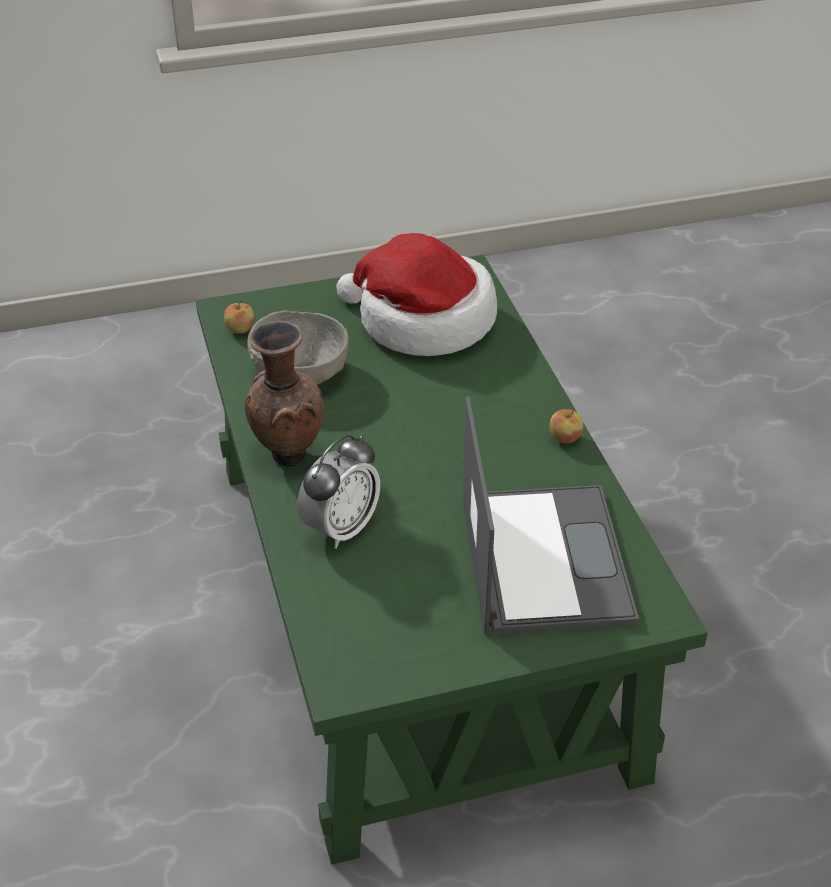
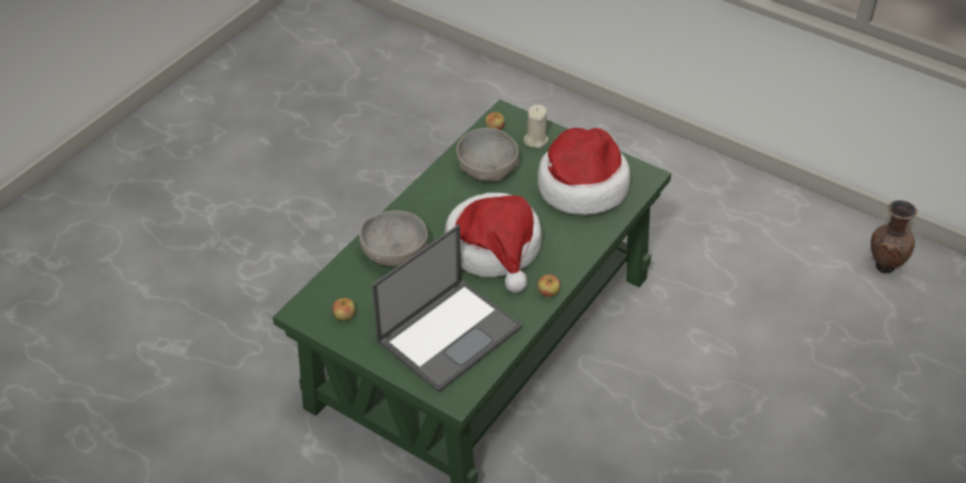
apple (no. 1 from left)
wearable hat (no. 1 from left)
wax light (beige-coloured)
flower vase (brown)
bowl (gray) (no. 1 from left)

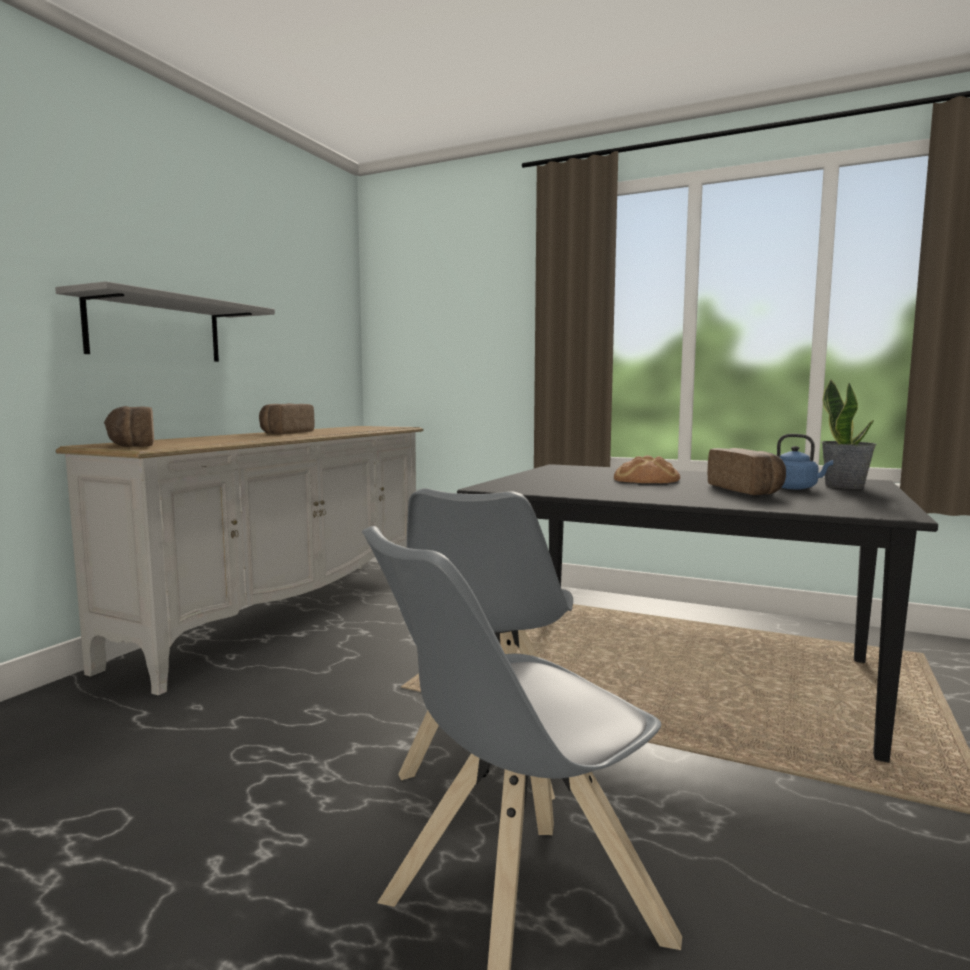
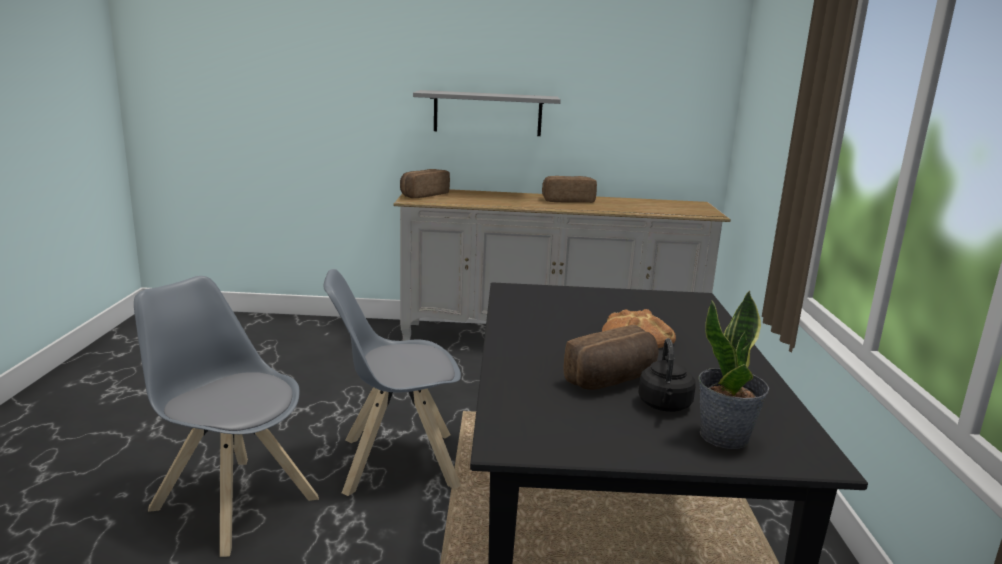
kettle (blackish)

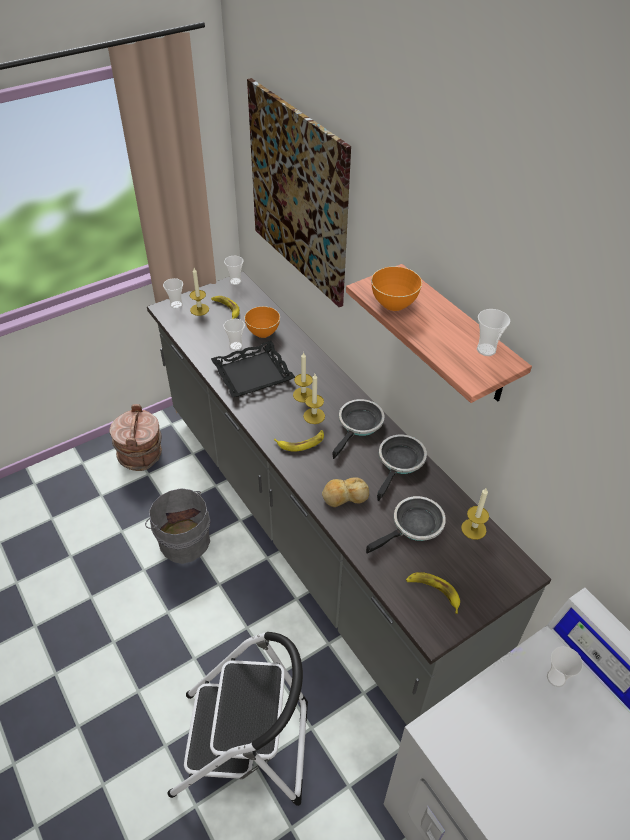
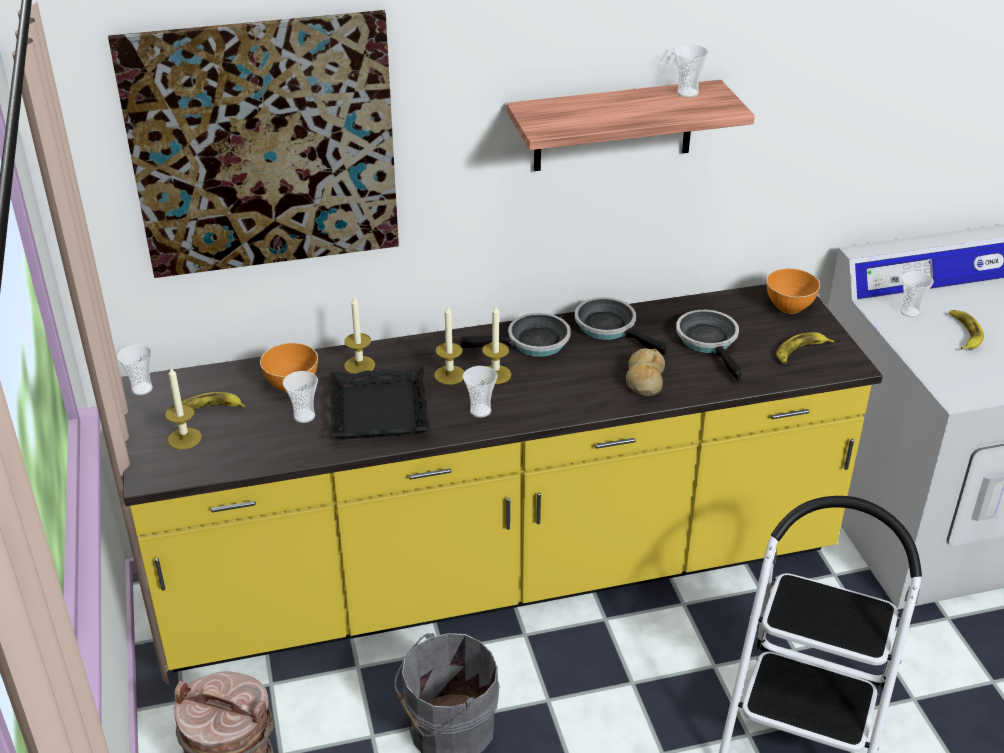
drinking cup (no. 3 from left)
banana (no. 3 from left)
bowl (orange) (no. 2 from left)
wax light (no. 2 from left)
kitchen base unit (yellowish)
skillet (no. 1 from left)

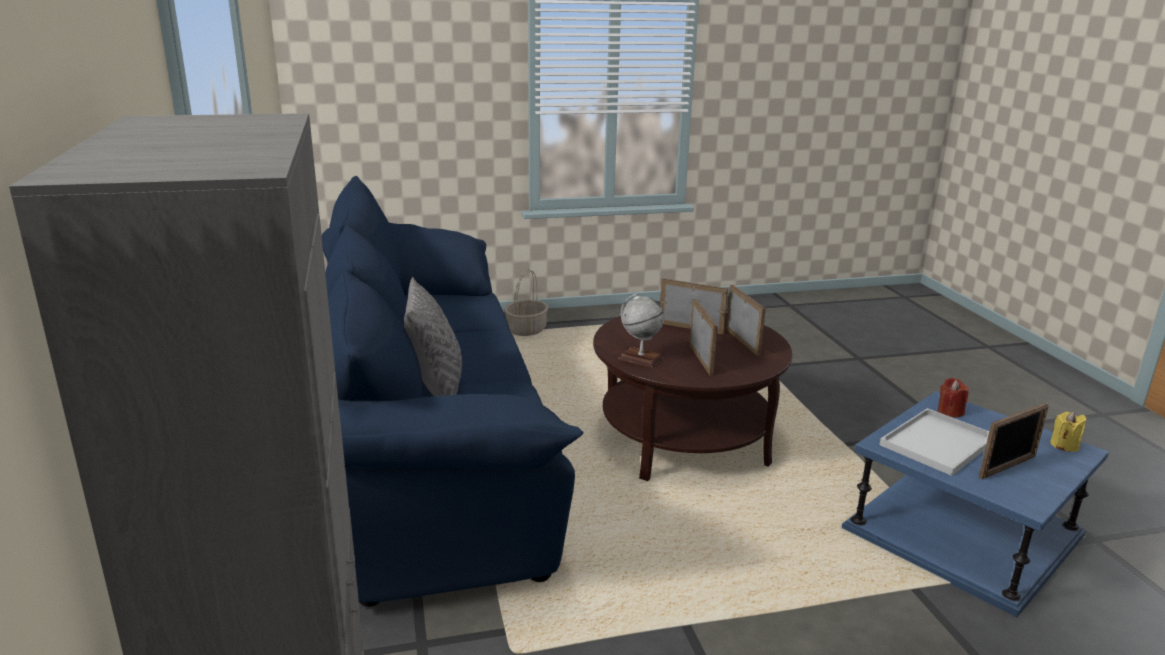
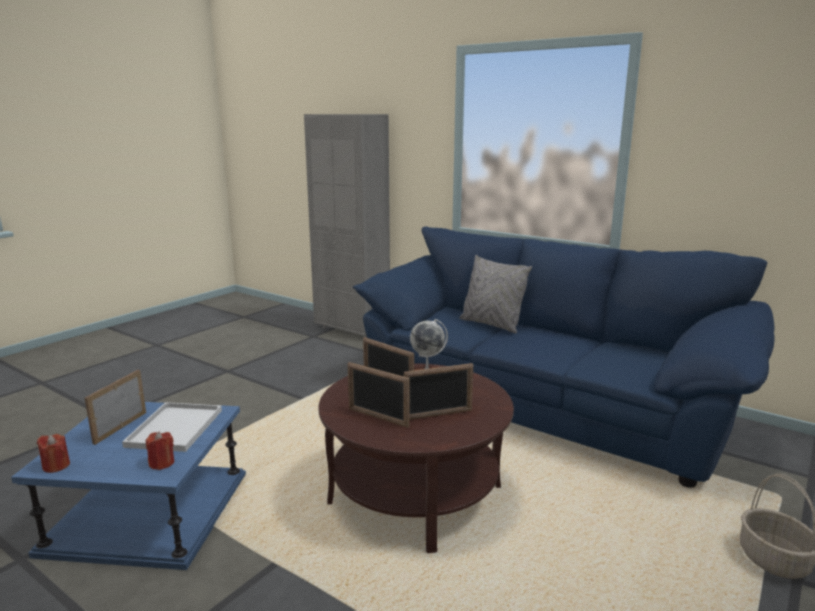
wax light (reddish) (no. 1 from left)

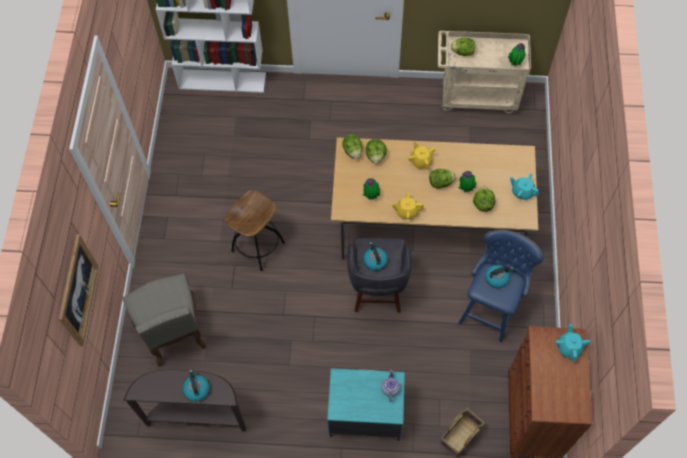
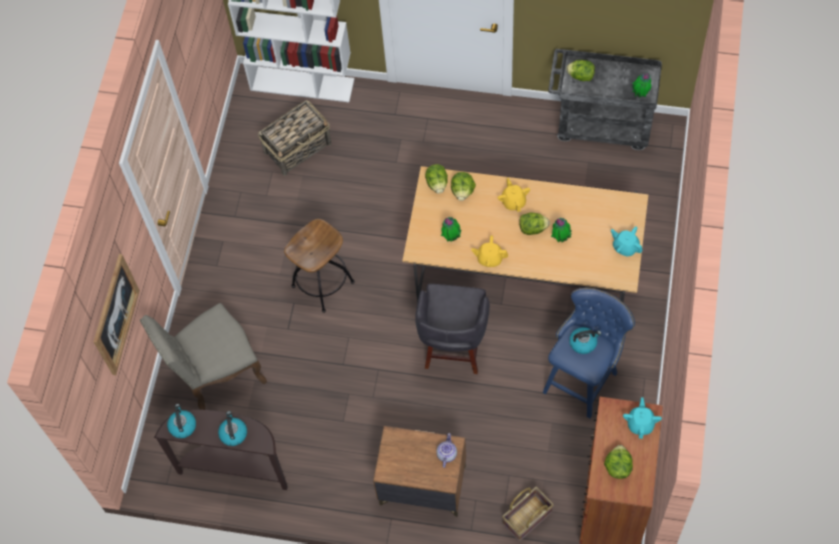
household basket (no. 1 from left)
kettle (no. 1 from left)
lettuce (no. 5 from left)
nightstand (brown)
cart (blackish)
plain chair (gray)

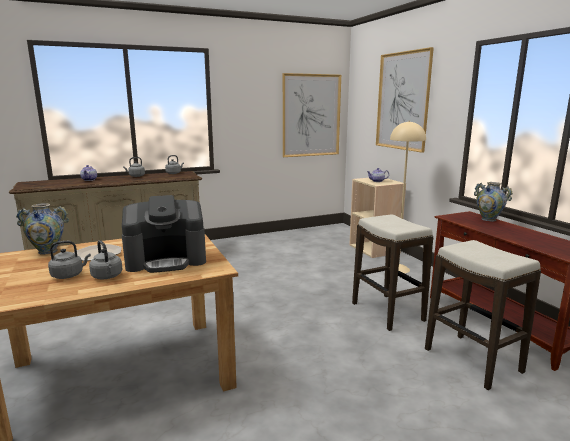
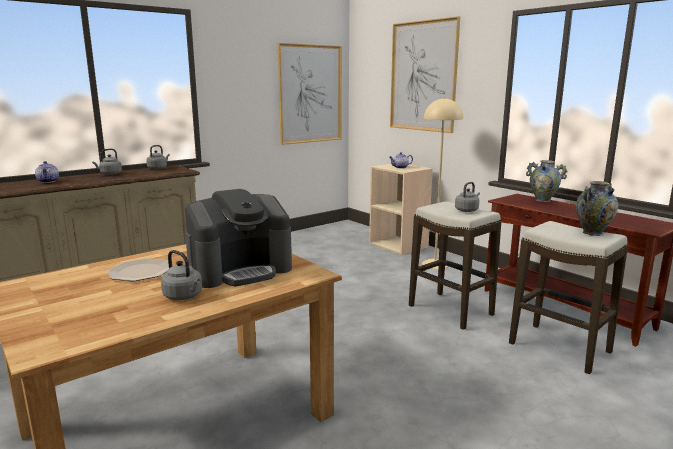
flower vase (no. 2 from left)
kettle (gray) (no. 4 from left)

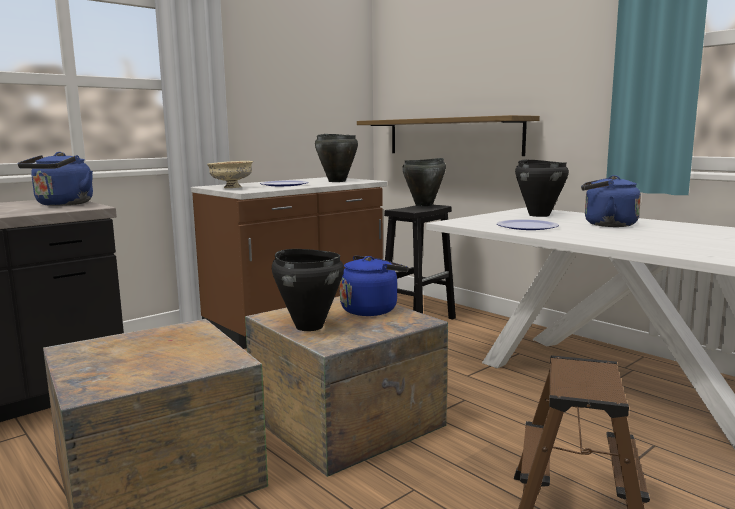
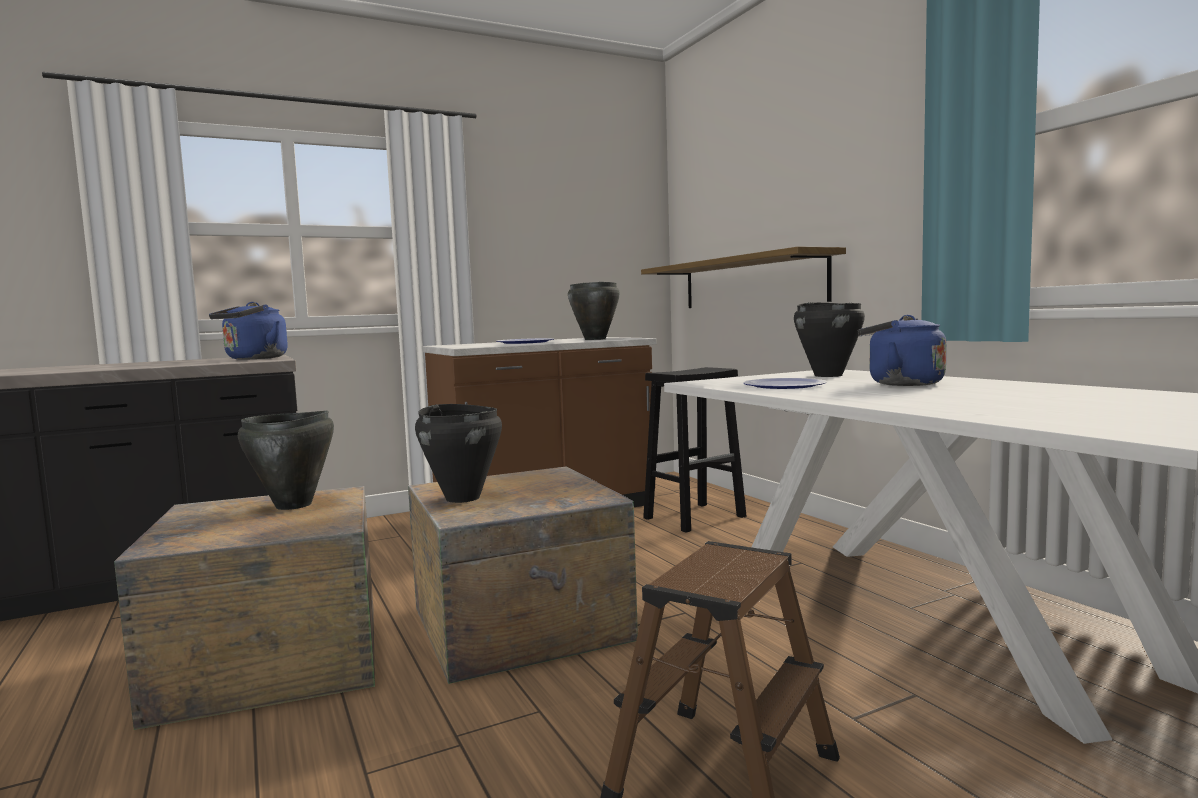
bowl (beige-coloured)
kettle (blue) (no. 2 from left in the first image)
cooking pot (blackish) (no. 1 from left)

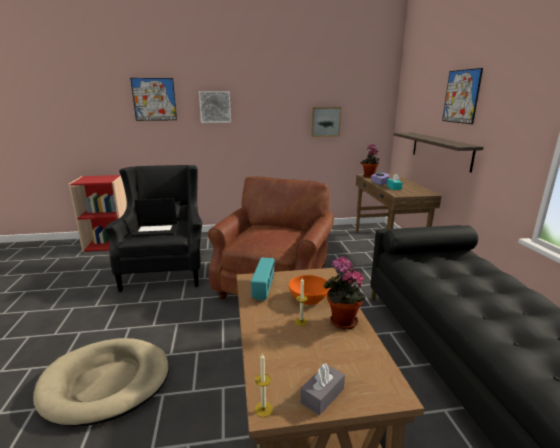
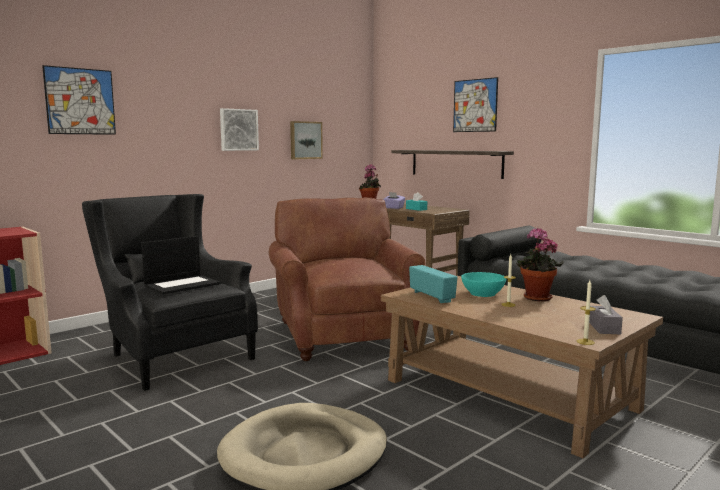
wall art (no. 2 from left)
bowl (turquoise)

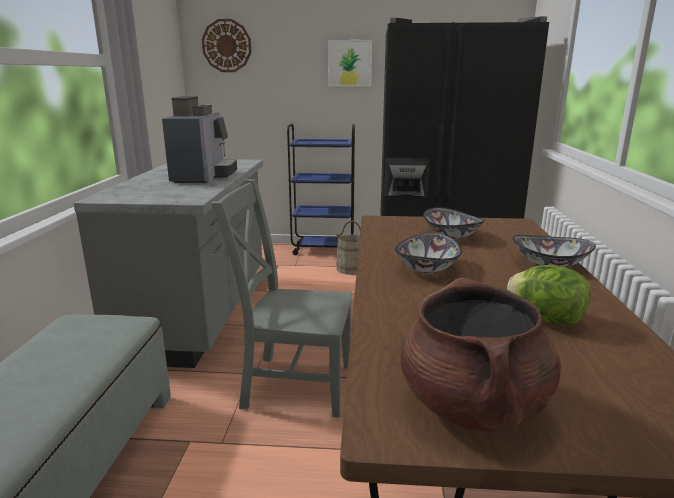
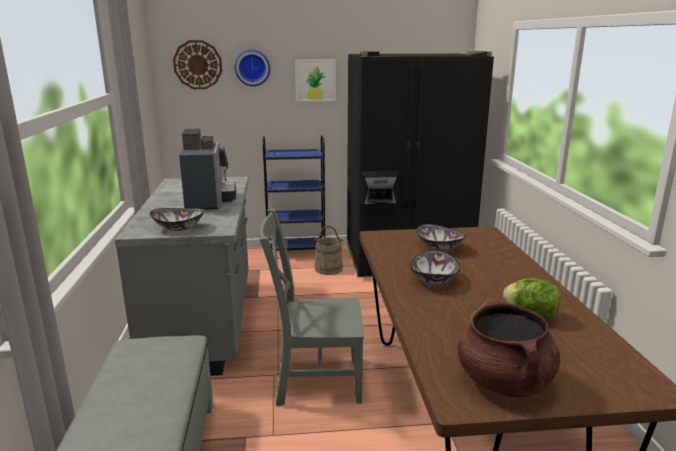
clock on the wall (no. 2 from left)
bowl (no. 1 from left)

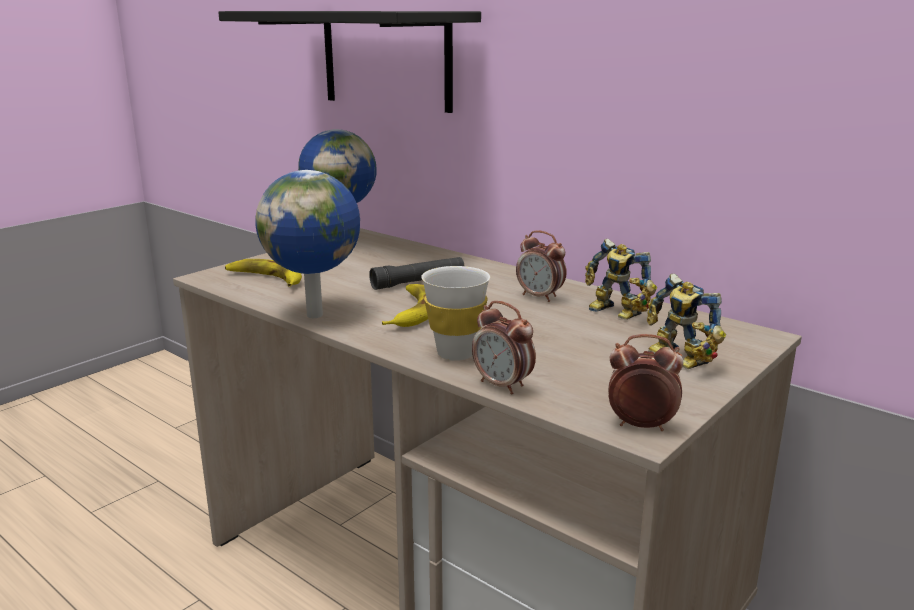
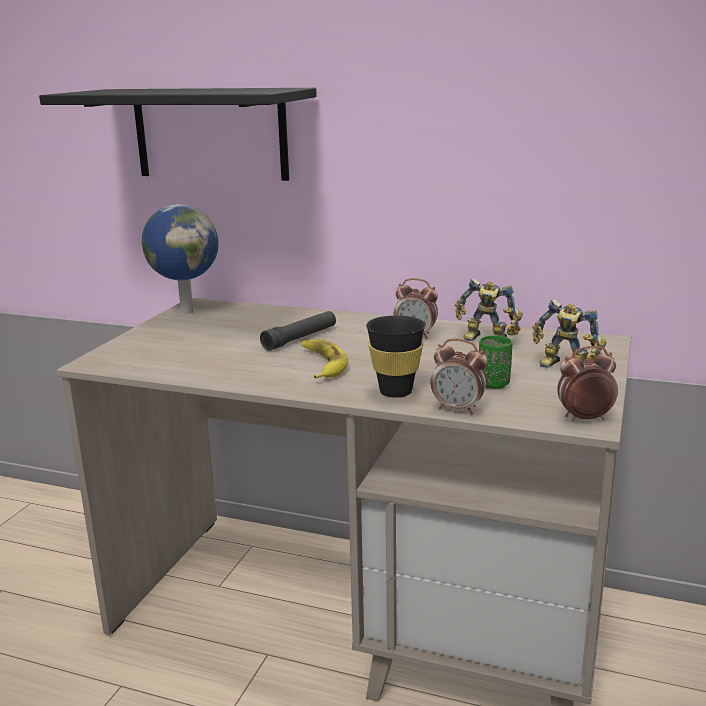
banana (no. 1 from left in the first image)
globe (no. 1 from left in the first image)
drinking cup (greenish)
drinking cup (blackish)

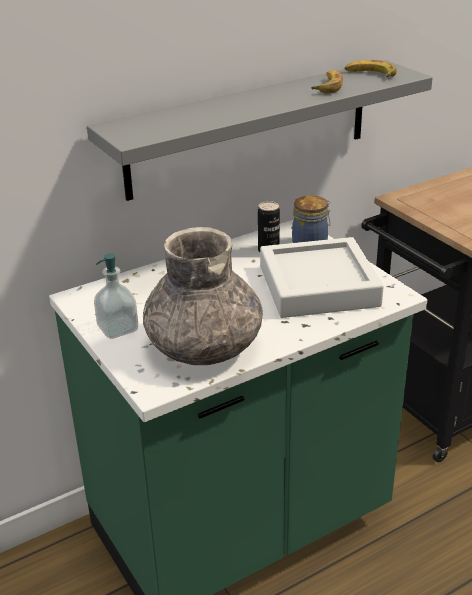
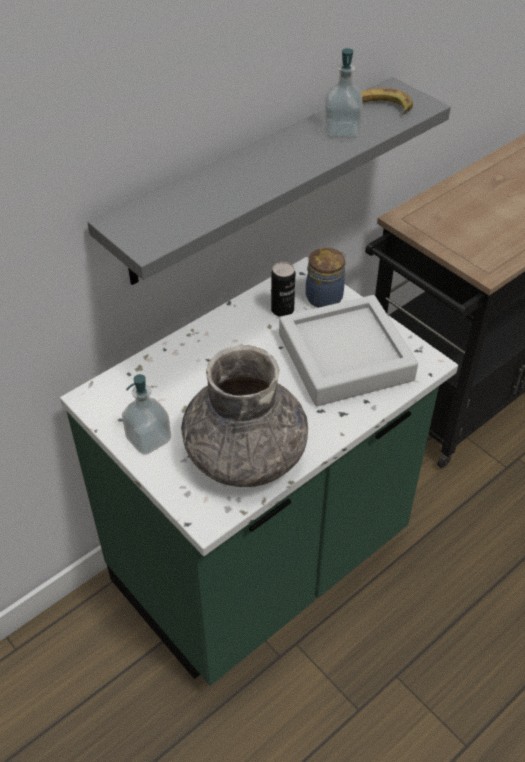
soap bottle (no. 2 from left)

